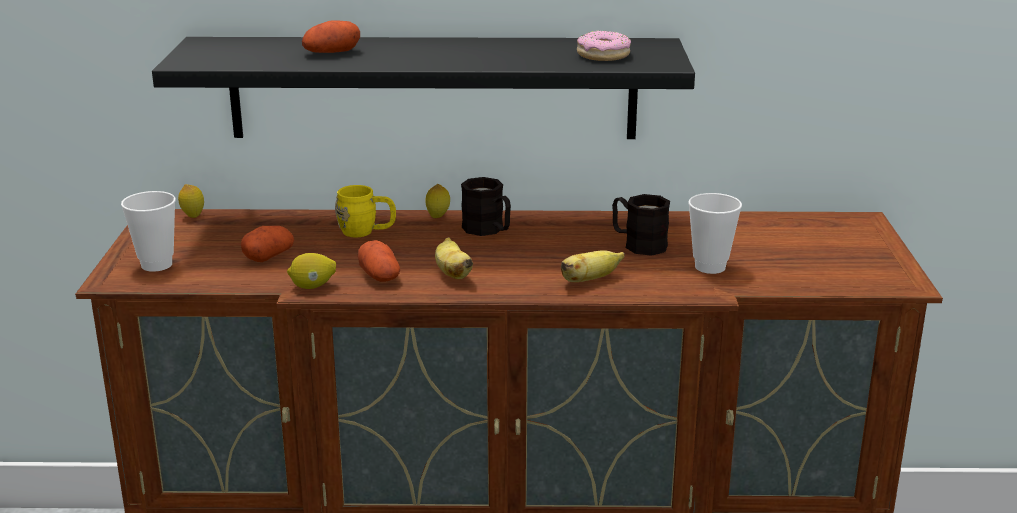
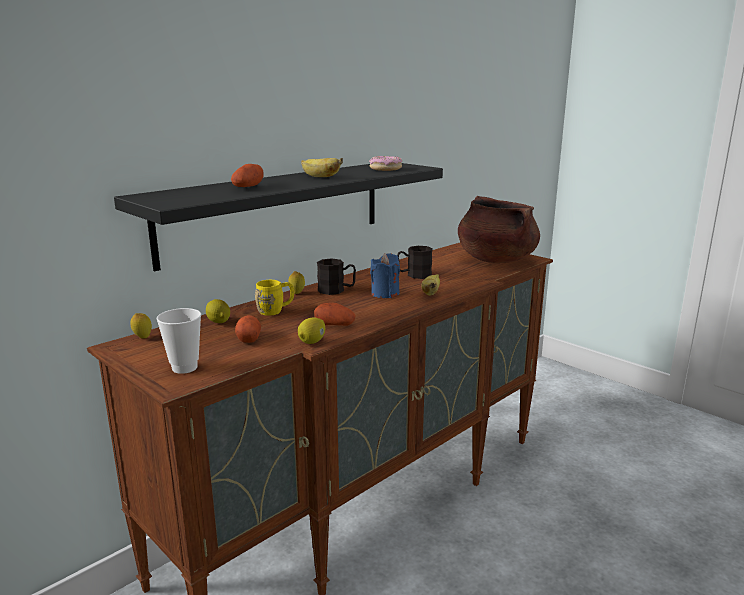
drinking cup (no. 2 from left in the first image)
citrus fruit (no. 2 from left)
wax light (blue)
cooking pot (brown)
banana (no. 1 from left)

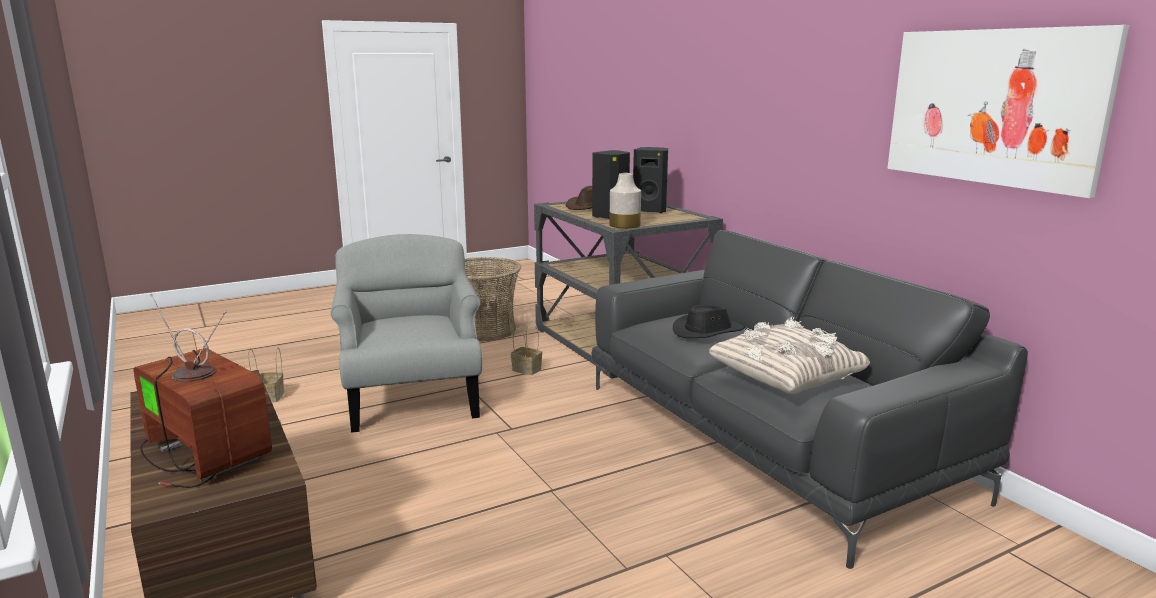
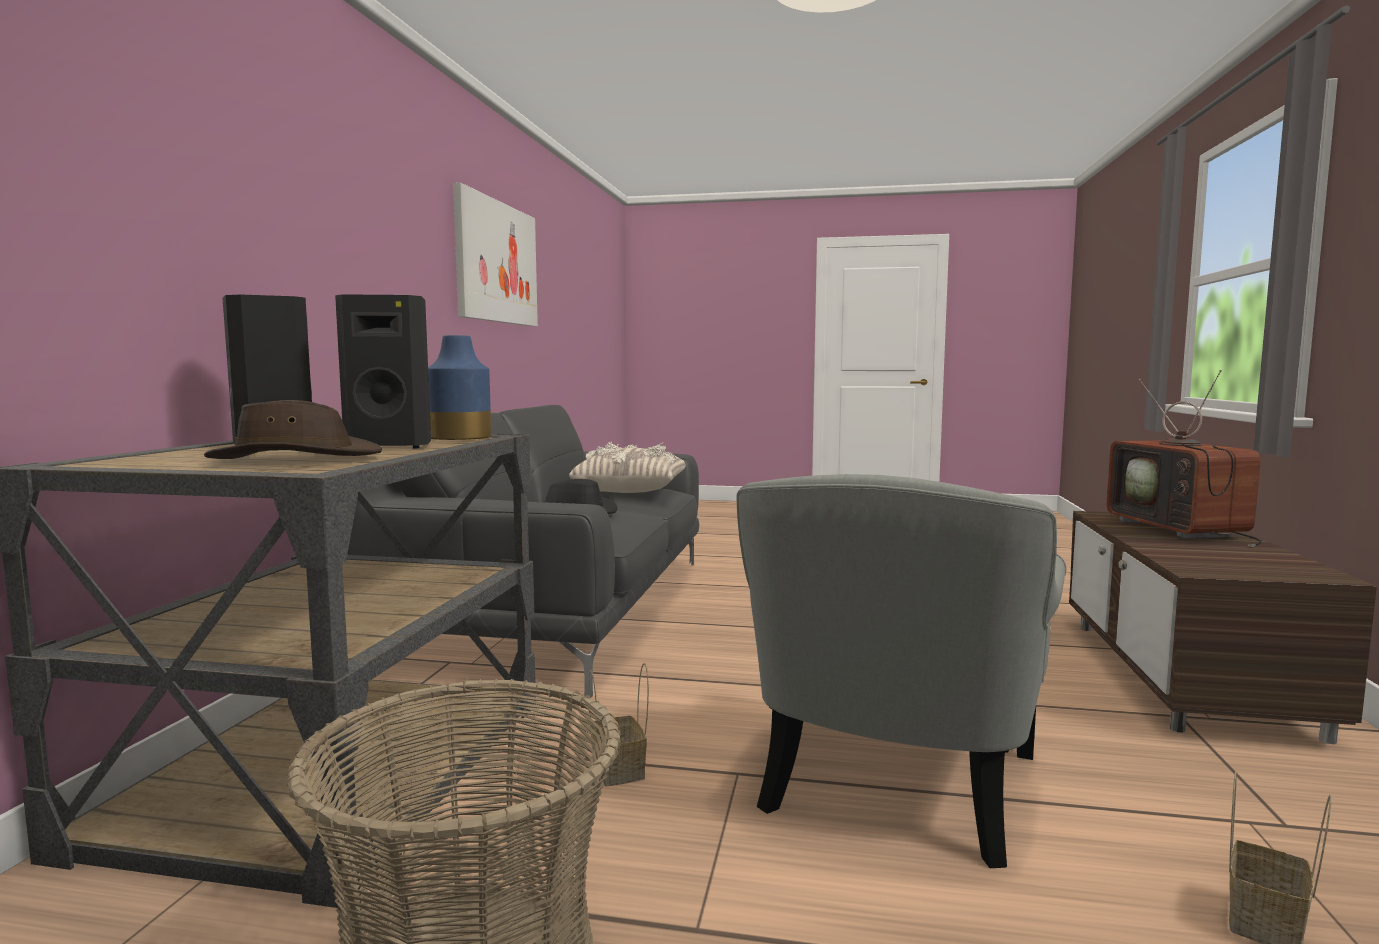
flower vase (blue)

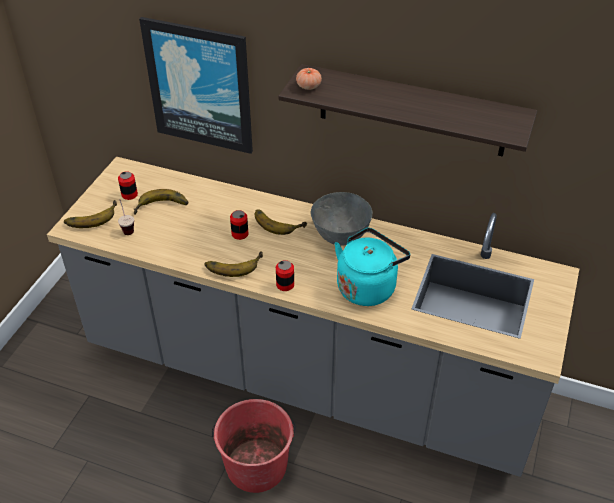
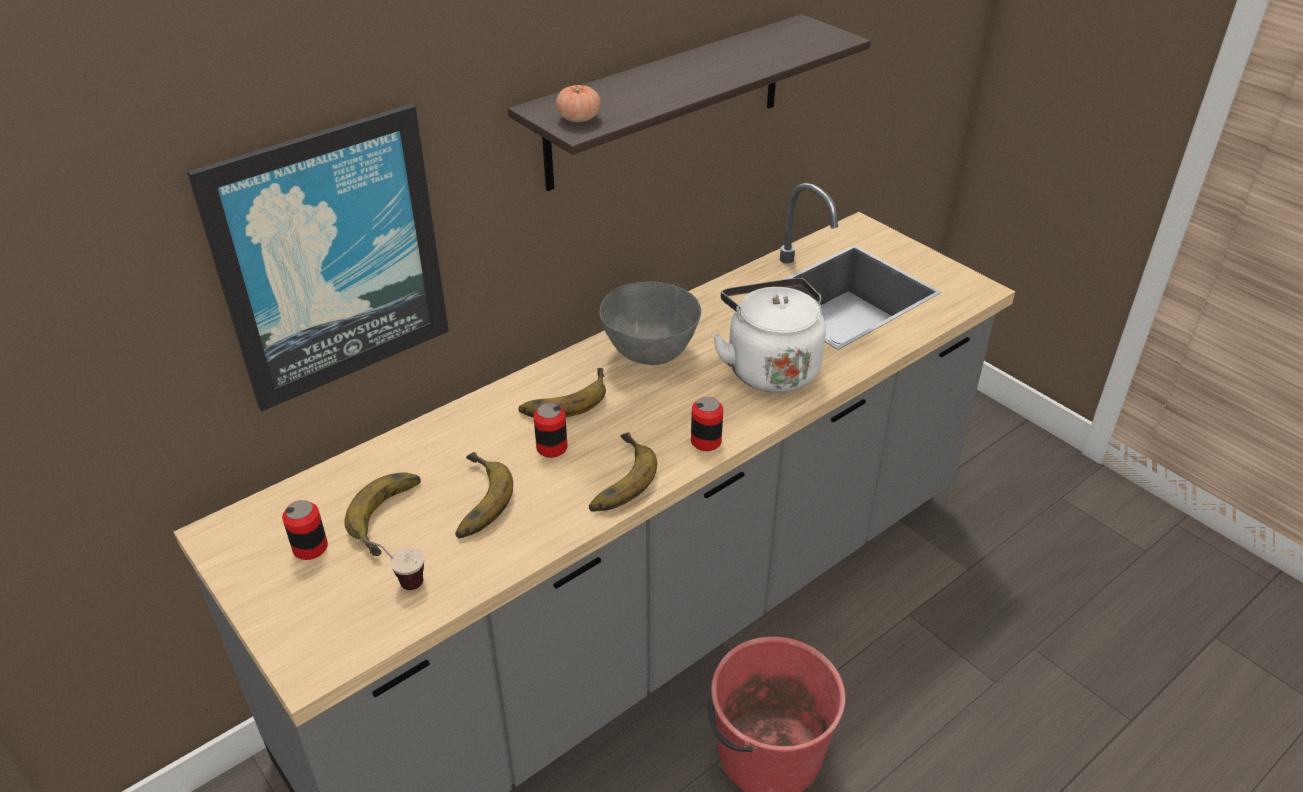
banana (no. 2 from left)
kettle (white)

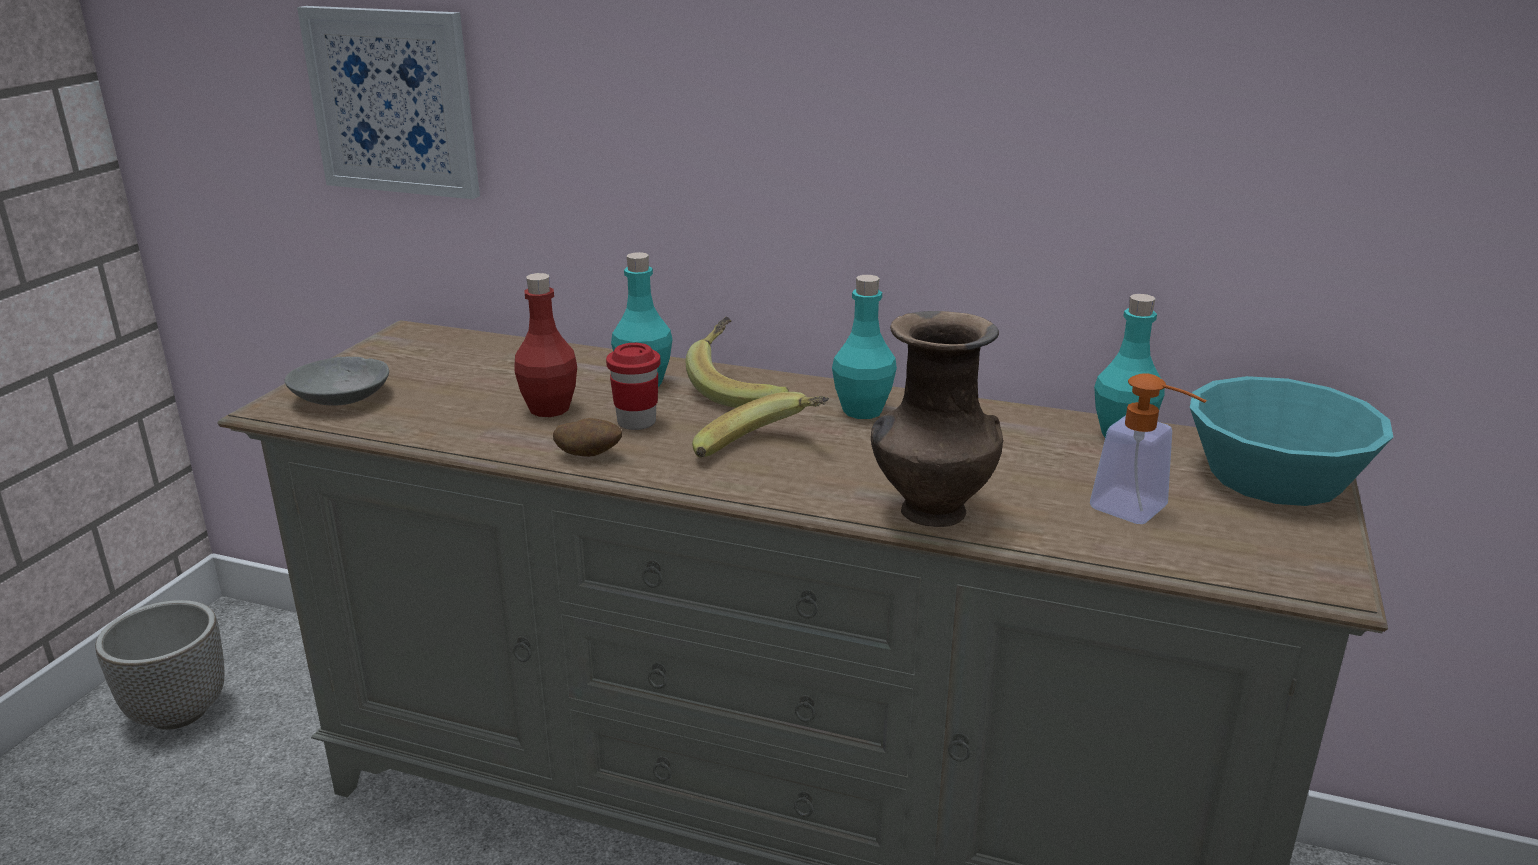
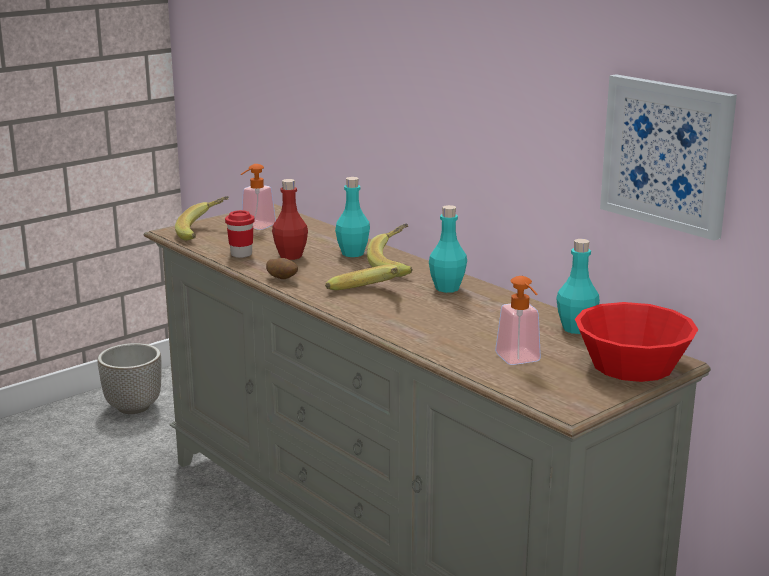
flower vase (brown)
soap bottle (no. 1 from left)
wall art
drinking cup (reddish)
banana (no. 1 from left)
bowl (reddish)

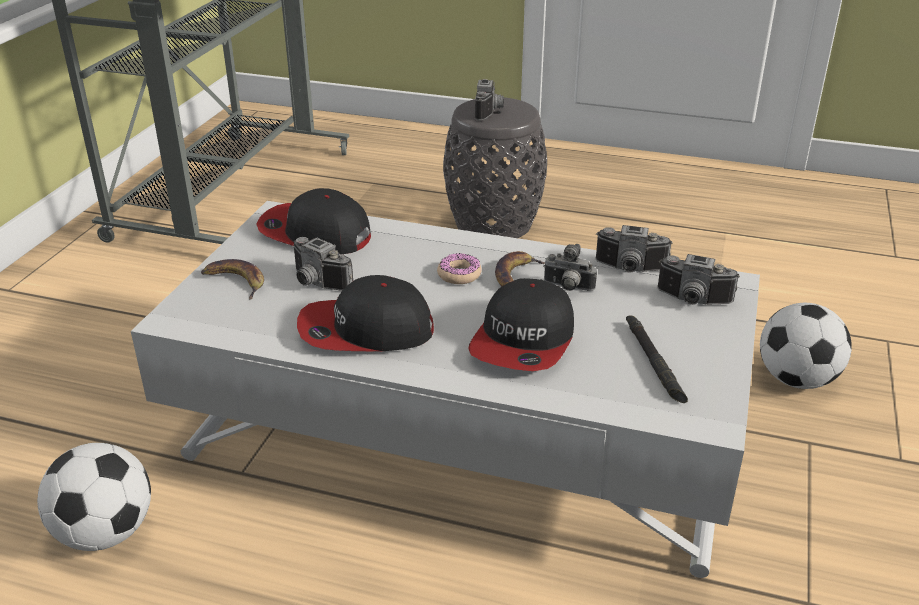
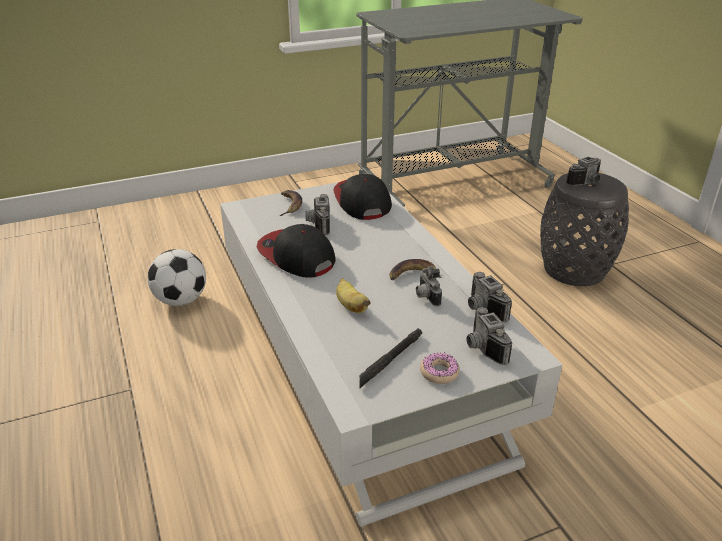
football ball (no. 2 from left in the first image)
ring doughnut
banana (no. 2 from left)

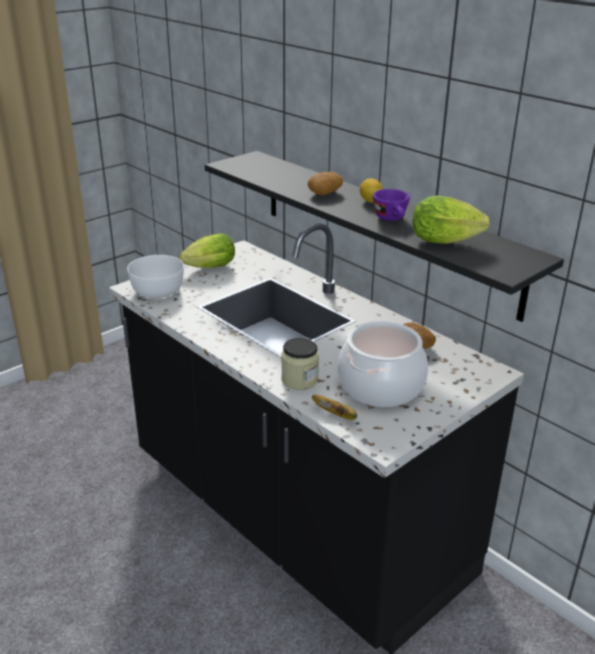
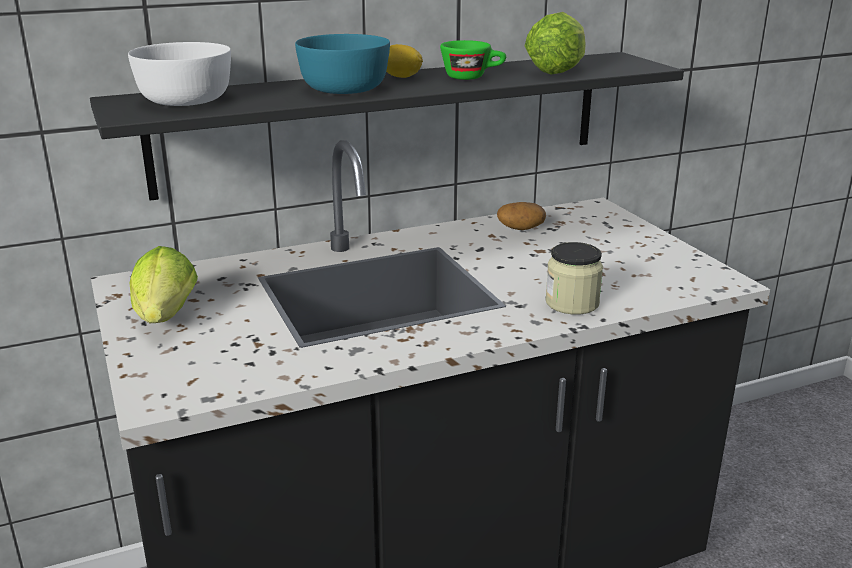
banana
cooking pot
bowl (white)
bowl (turquoise)
drinking cup (greenish)

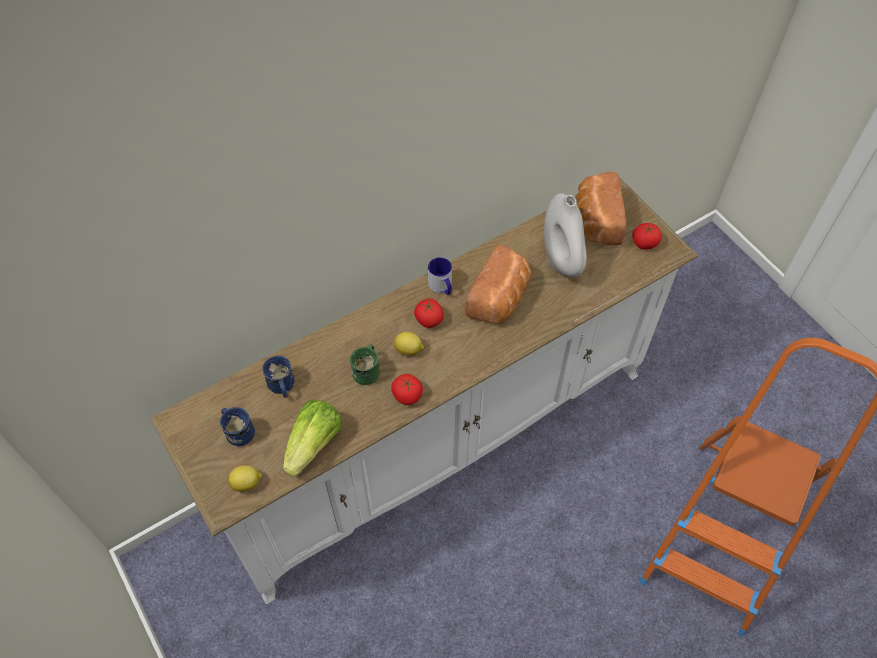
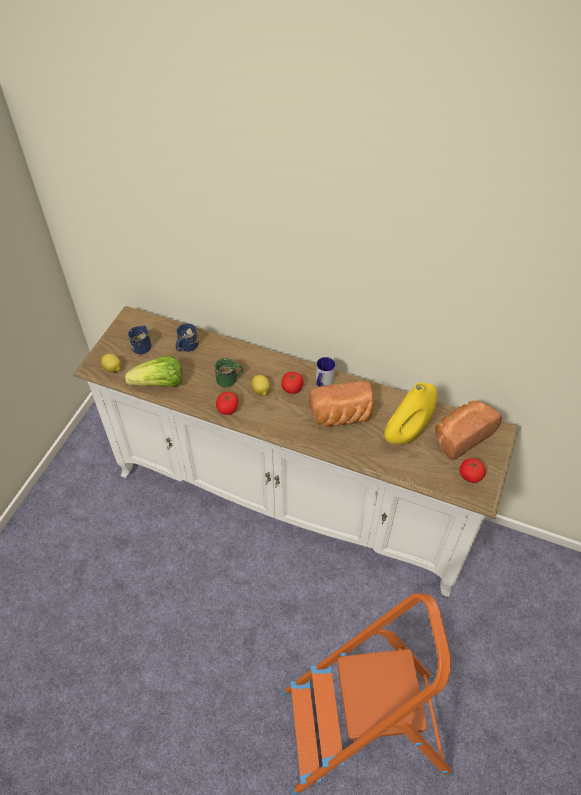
flower vase (yellowish)

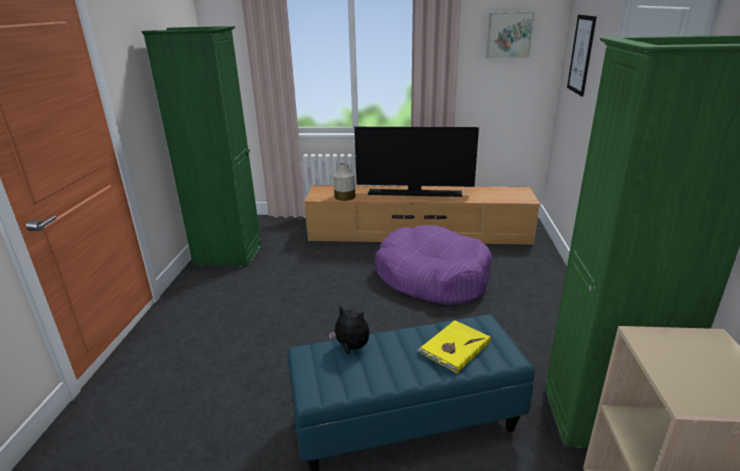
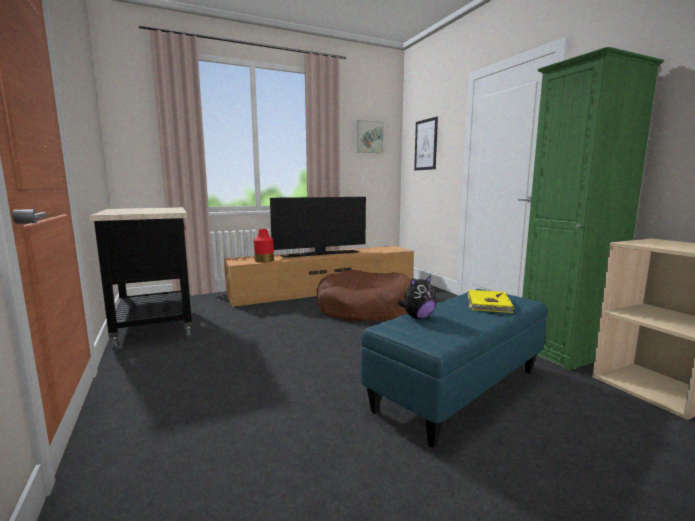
cart (blackish)
flower vase (reddish)
dog cushion (brown)
plush toy

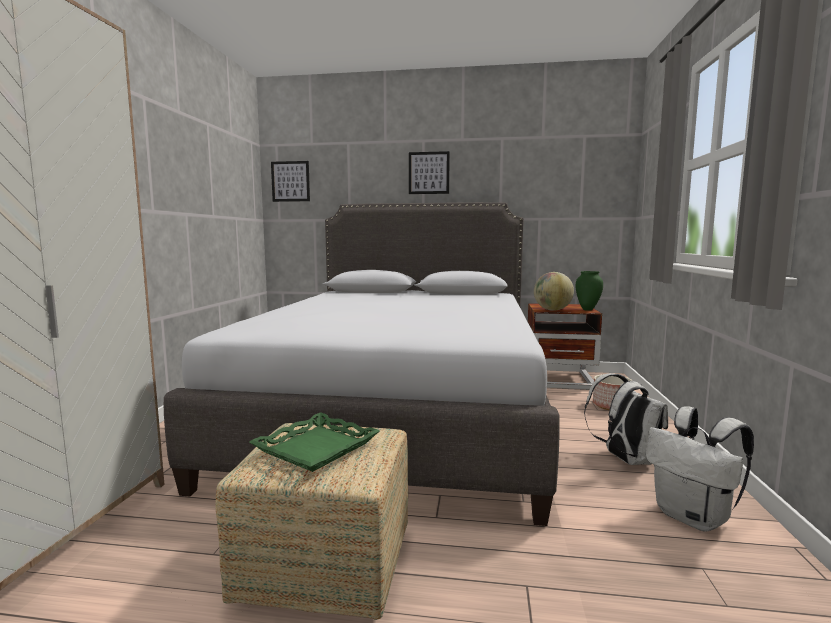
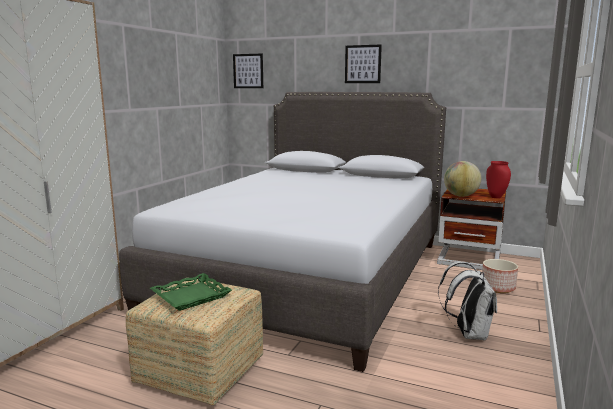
knapsack (white) (no. 2 from left in the first image)
flower vase (reddish)

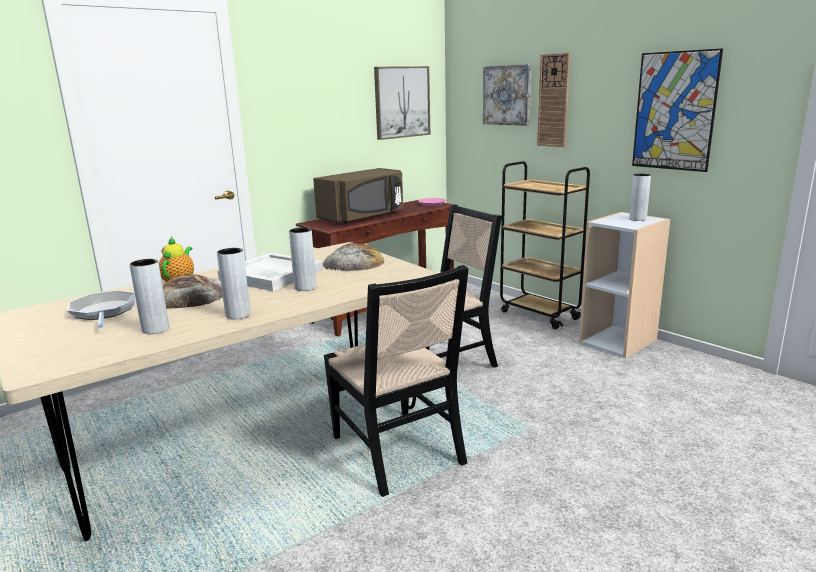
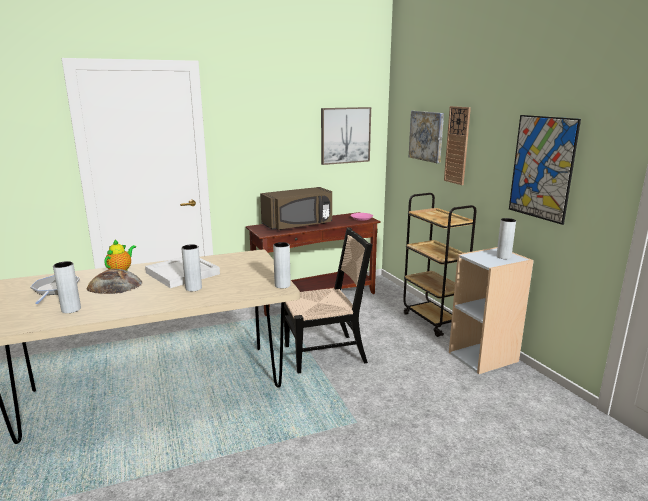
bakery bread (no. 2 from left in the first image)
plain chair (no. 1 from left in the first image)
flower vase (gray) (no. 3 from left)

